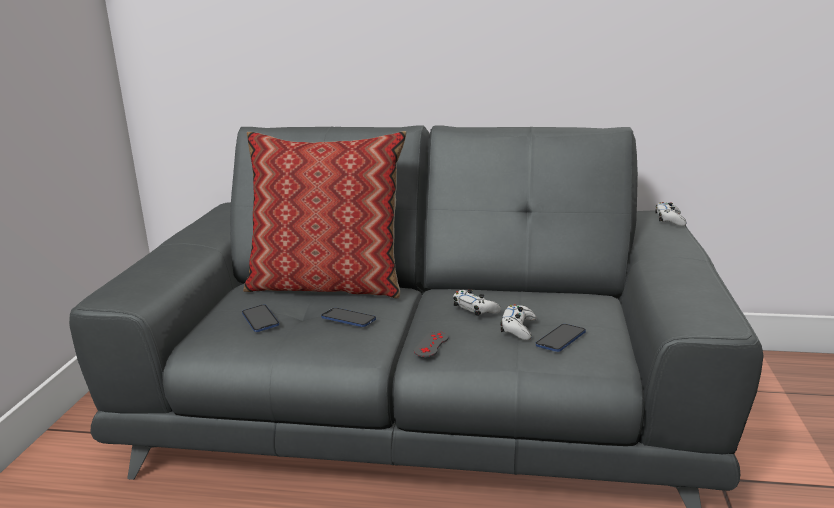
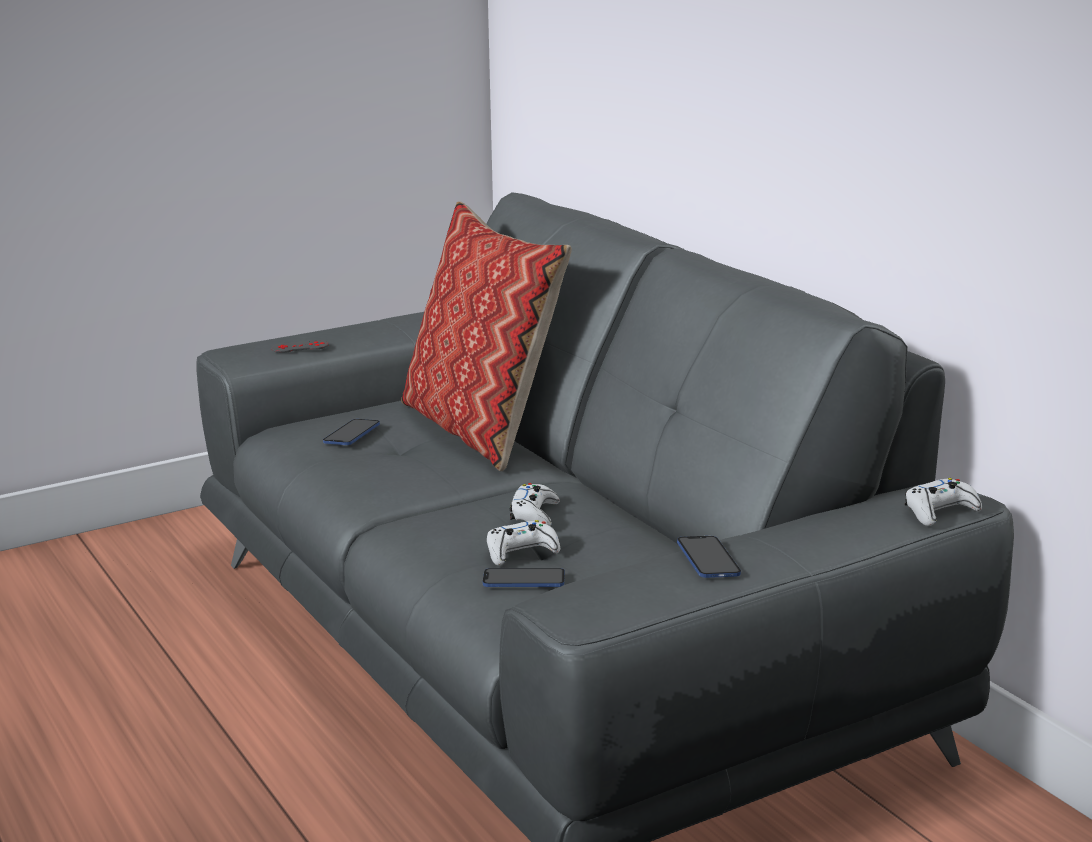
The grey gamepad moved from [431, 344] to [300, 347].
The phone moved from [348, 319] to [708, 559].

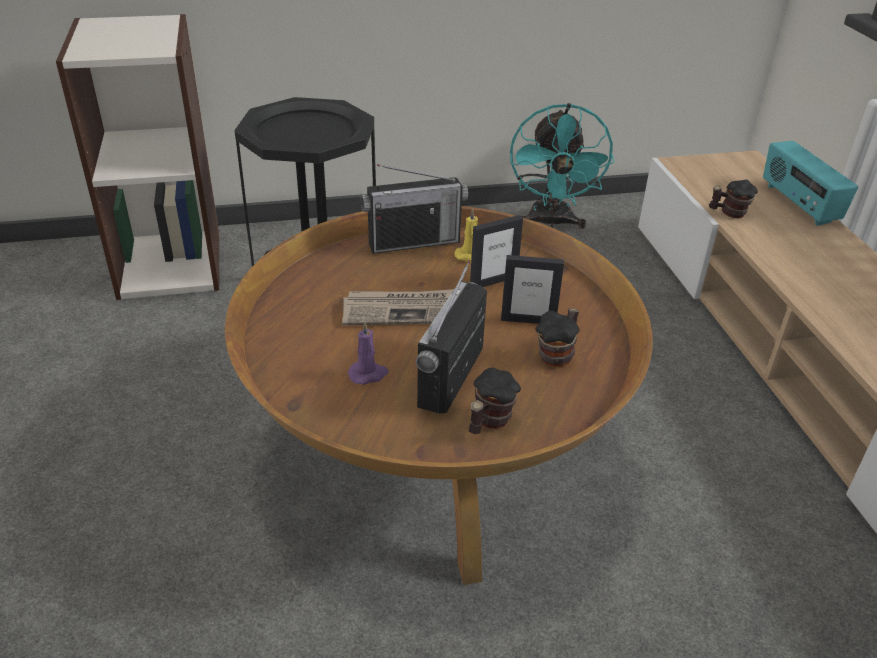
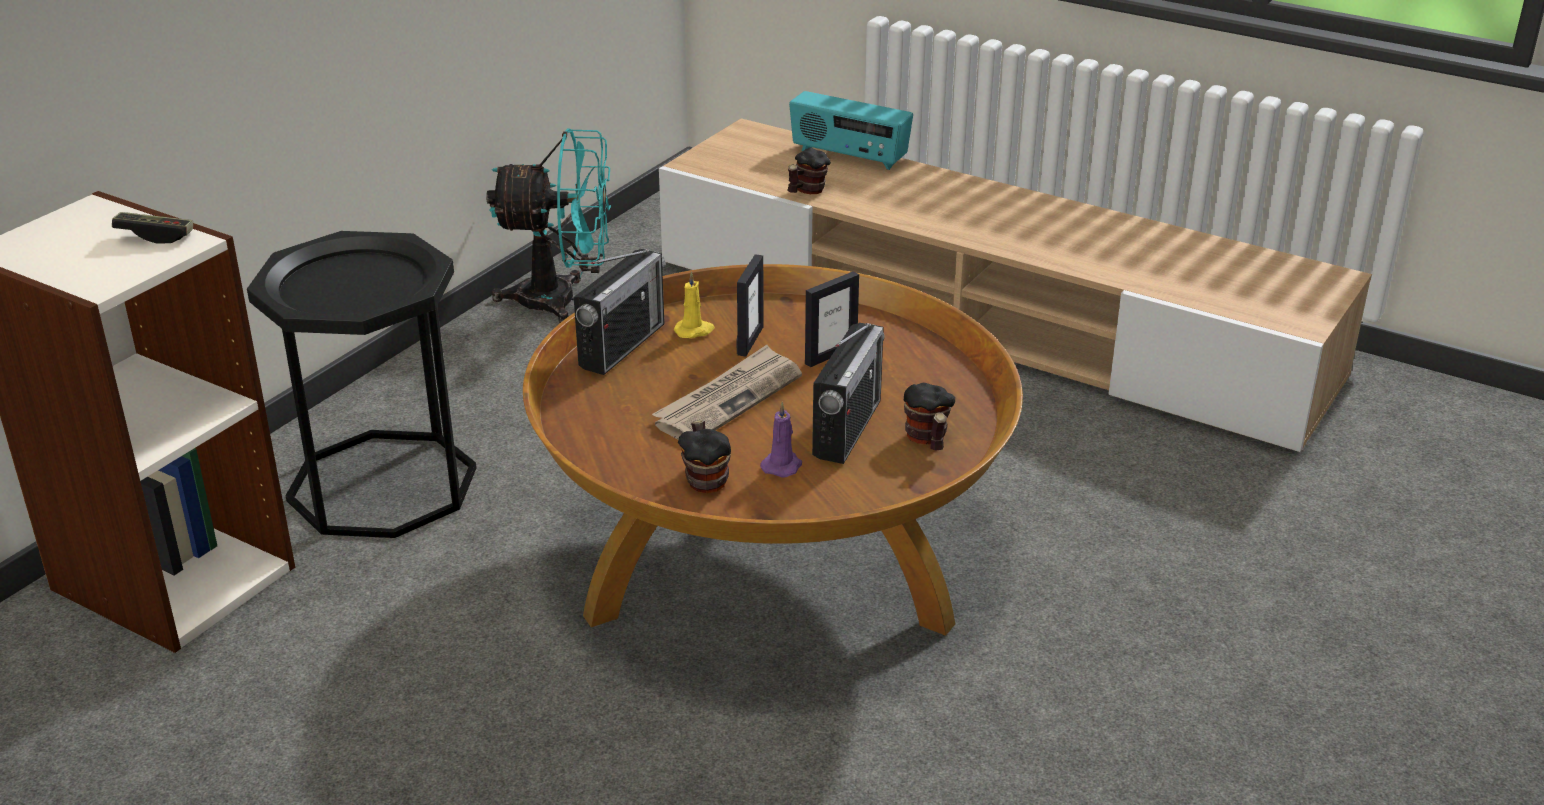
The gamepad at [155, 236] appeared.
The blue-green fan at [551, 223] turned 45 degrees counterclockwise.
The mug moved from [558, 354] to [705, 479].
The radio at [451, 377] turned 135 degrees counterclockwise.

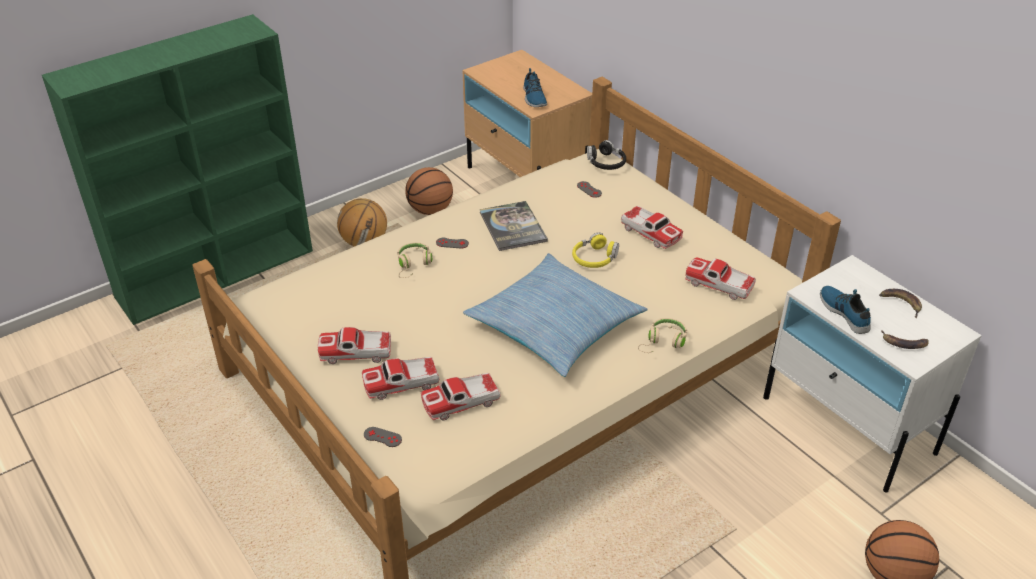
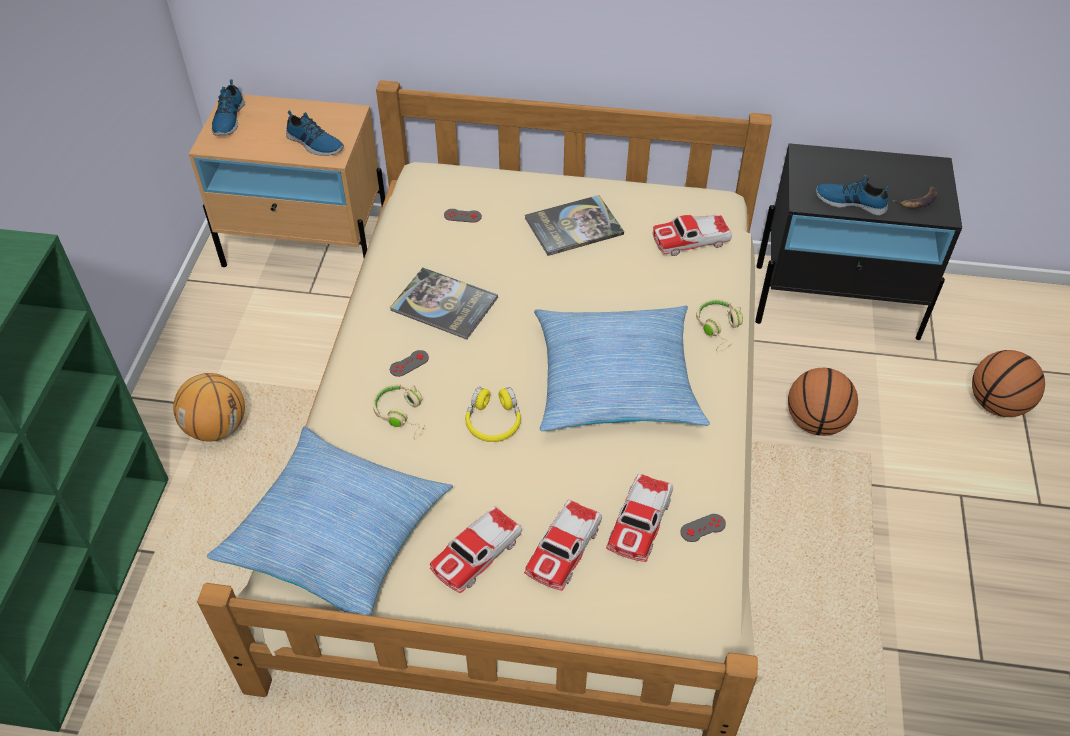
The throw pillow at [336, 534] appeared.
The shoe at [228, 119] appeared.
The yellowish headset moved from [594, 258] to [493, 421].
The miniature car at [650, 233] was replaced by the volume at [573, 226].
The grey gamepad moved from [382, 437] to [703, 528].
The white-coloured bedside table at [848, 425] became the blackish bedside table at [837, 301].
The basketball ball moved from [430, 210] to [815, 422].
The blackish headset at [606, 162] disappeared.
The banana fruit at [900, 303] disappeared.

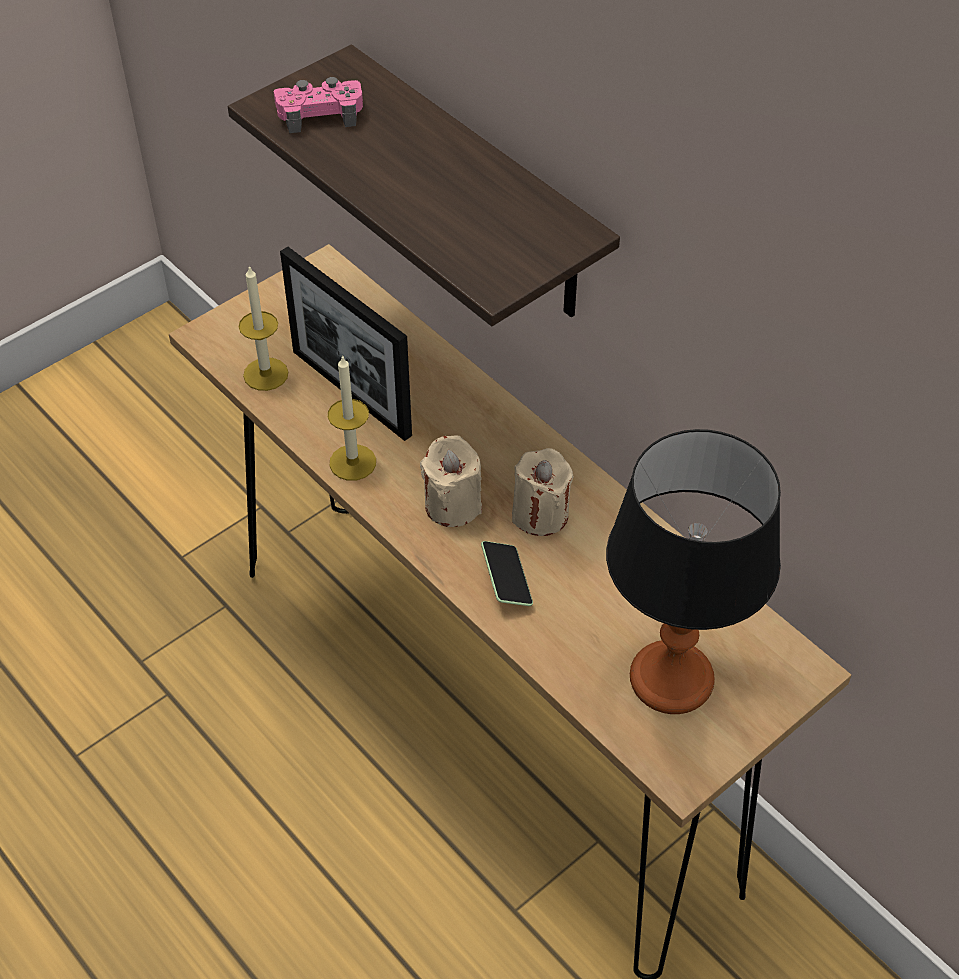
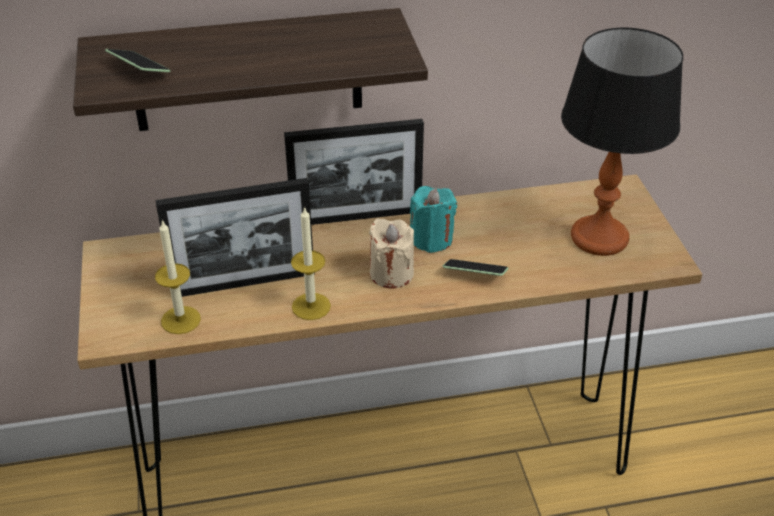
The pink gamepad at [320, 112] was replaced by the phone at [139, 70].
The standing frame at [356, 217] appeared.
The beige-coloured candle at [540, 514] became the blue-green candle at [431, 239].

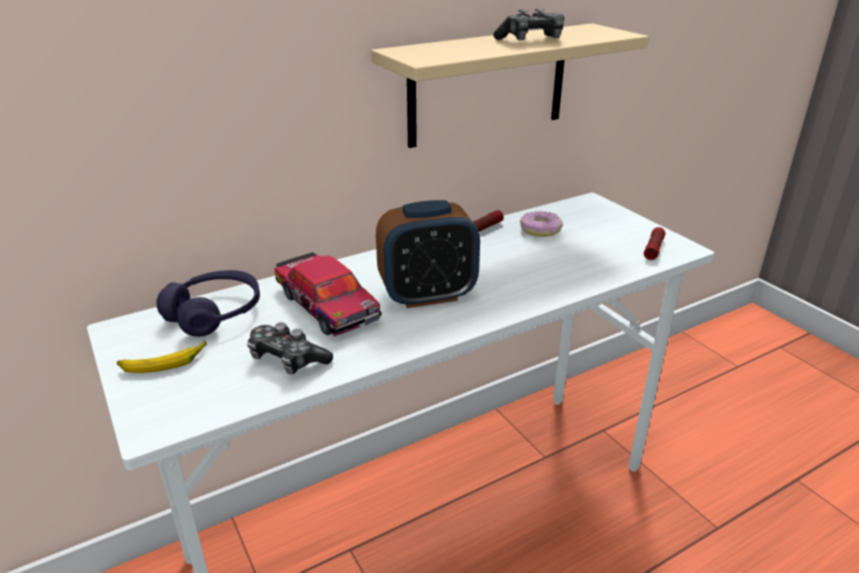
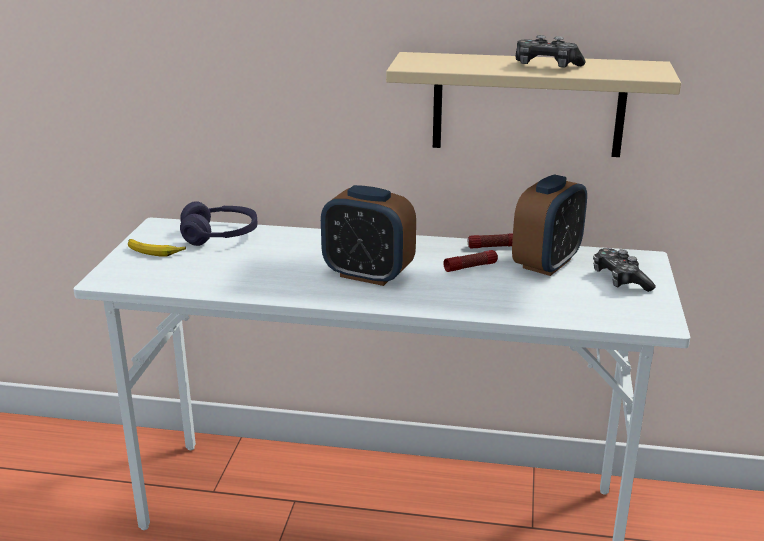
The torch moved from [653, 249] to [470, 267].
The ring doughnut at [540, 230] was replaced by the bedside clock at [547, 263].
The gamepad moved from [287, 359] to [620, 280].
The miniature car at [327, 304] disappeared.

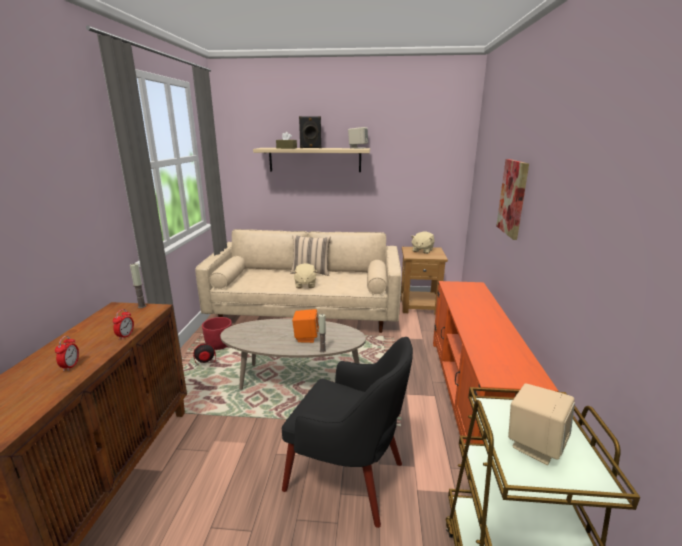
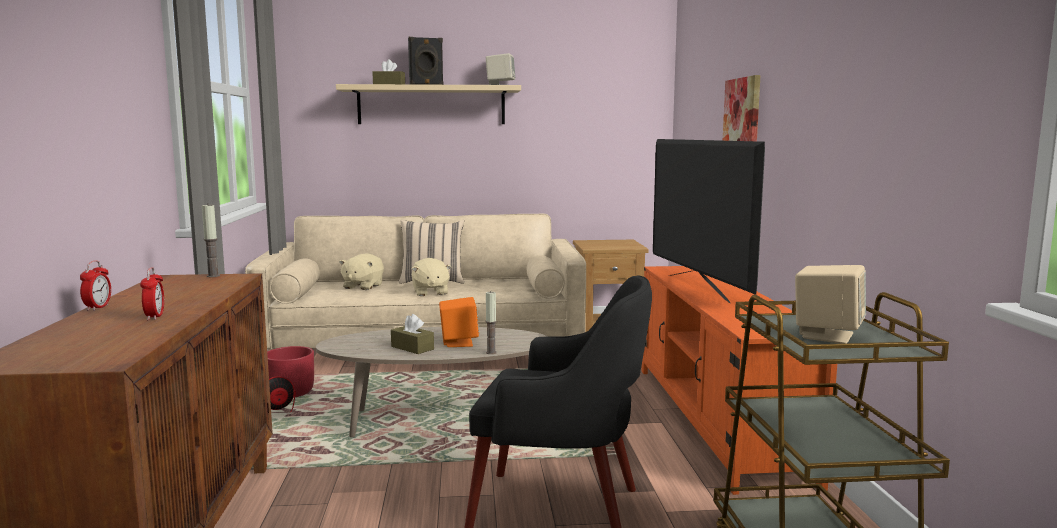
The bedside clock moved from [125, 336] to [98, 308].
The beige-coloured soft toy moved from [422, 250] to [362, 286].
The brown-coloured tissue box at [412, 348] appeared.
The TV at [698, 288] appeared.

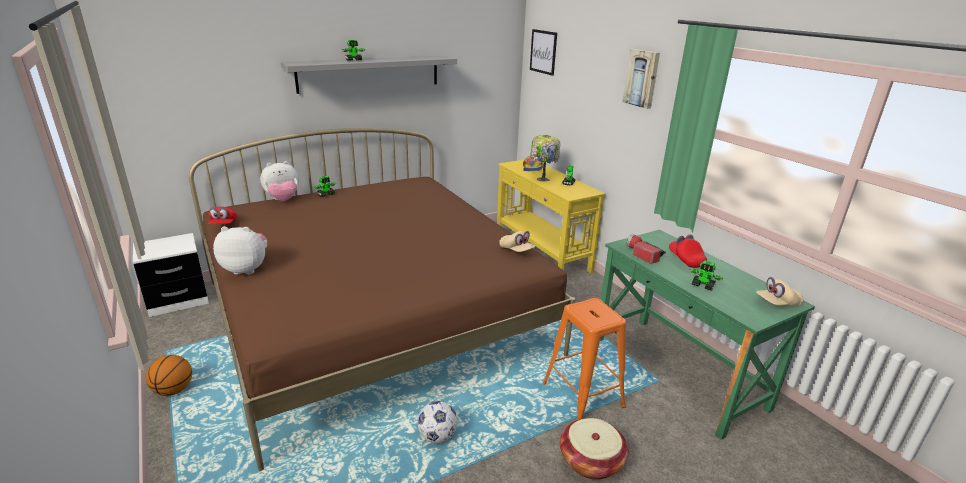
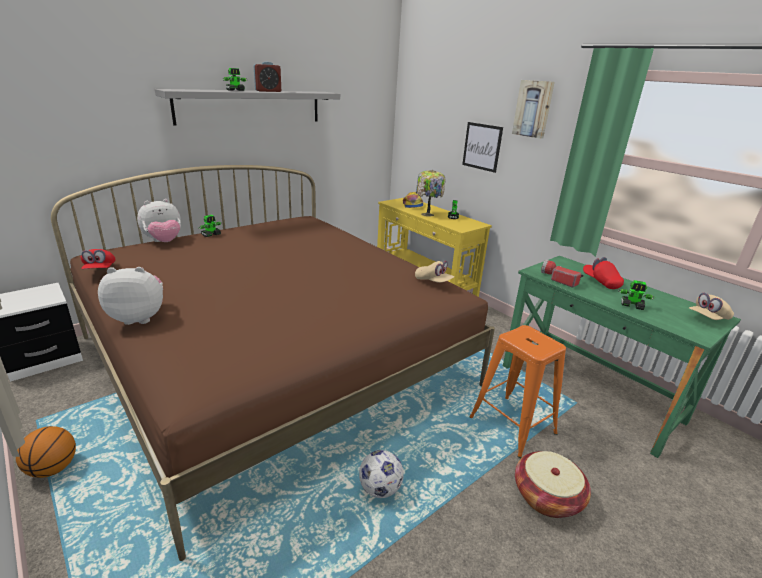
The bedside clock at [268, 91] appeared.
The picture moved from [543, 52] to [482, 146].

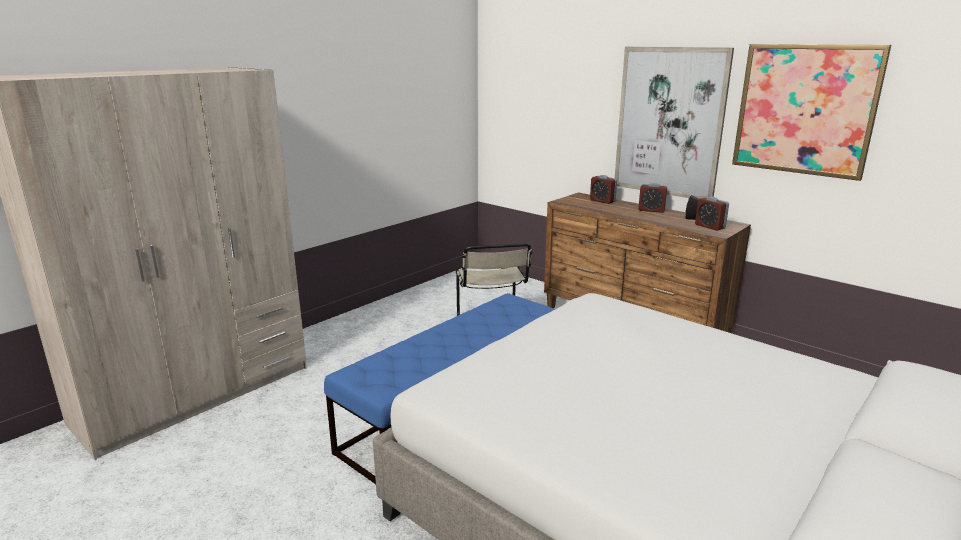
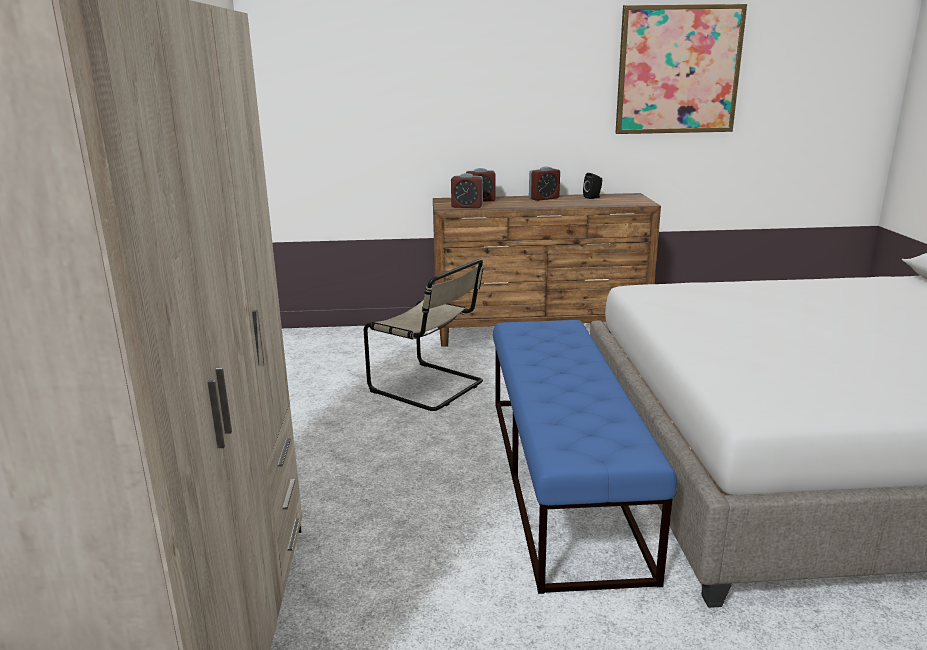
The bedside clock moved from [710, 226] to [467, 206].
The picture at [669, 122] disappeared.

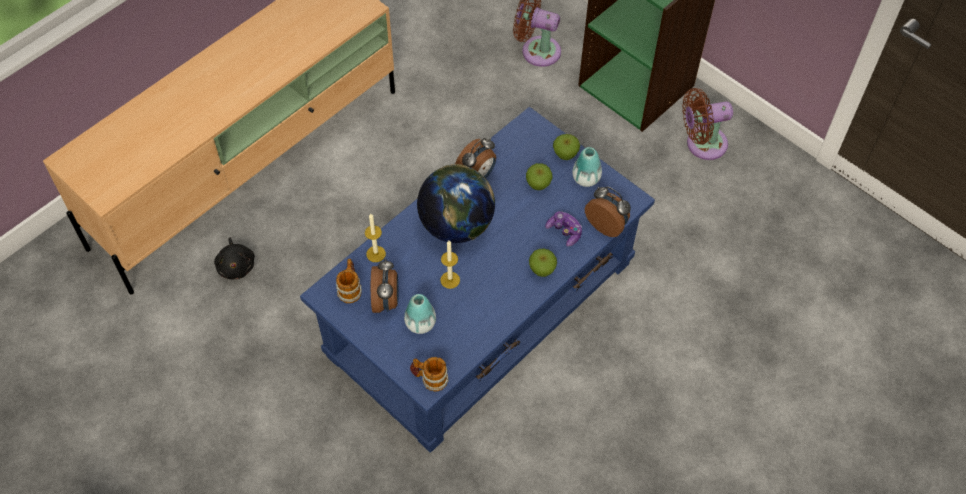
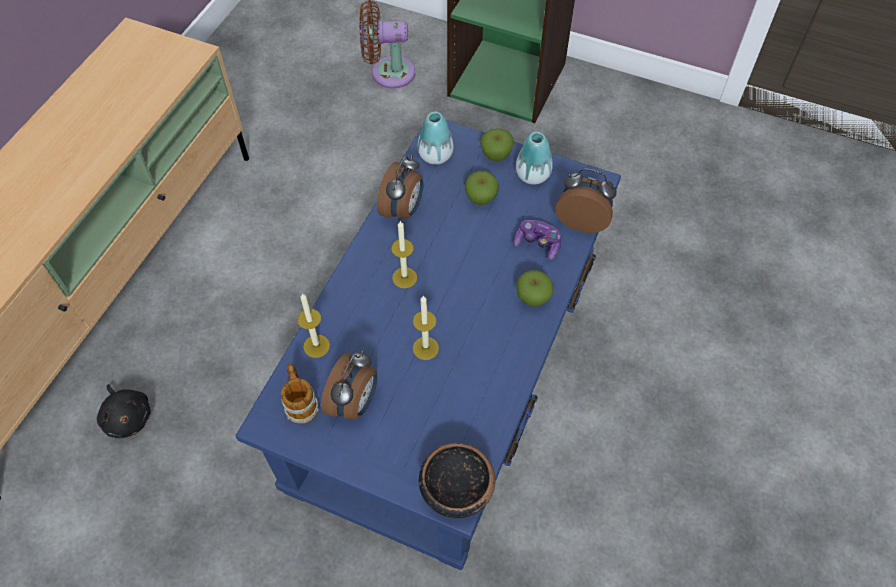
The bedside clock at [386, 300] turned 45 degrees clockwise.
The globe at [456, 225] was replaced by the candle at [404, 277].
The vase moved from [420, 323] to [435, 155].
The mug at [429, 379] was replaced by the serving bowl at [456, 489].
The brown-coloured fan at [702, 144] disappeared.

